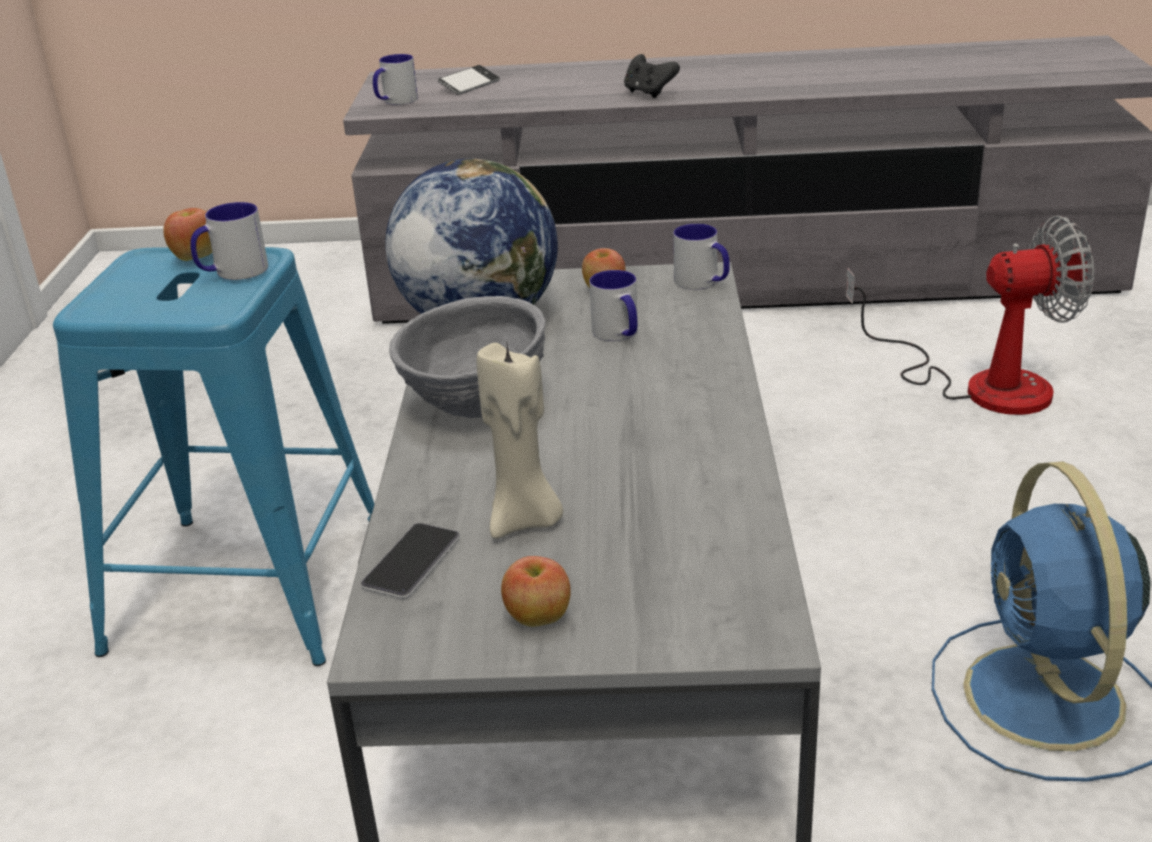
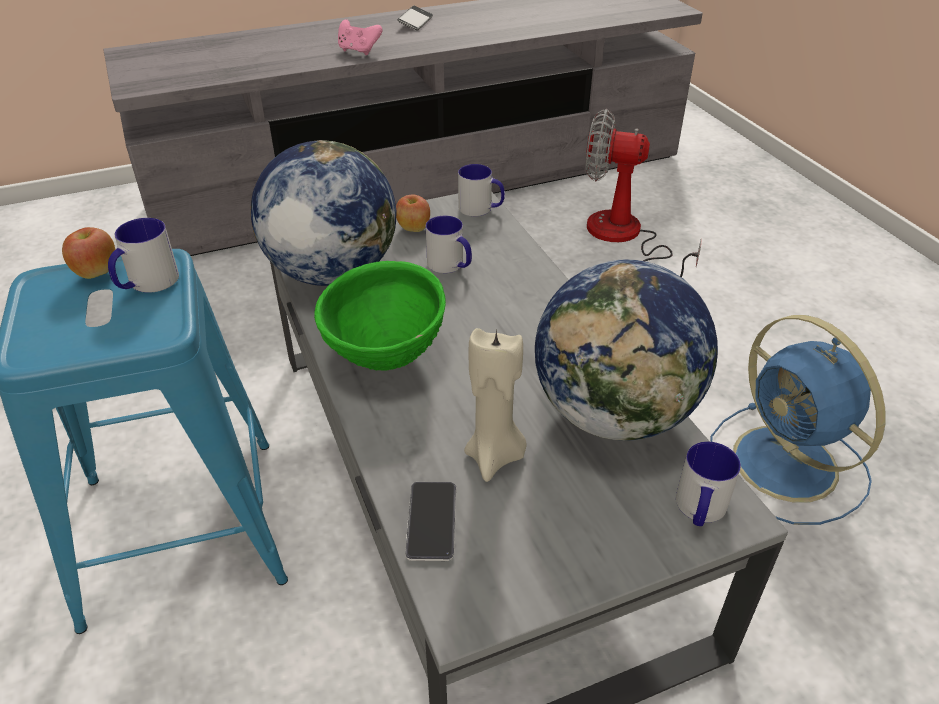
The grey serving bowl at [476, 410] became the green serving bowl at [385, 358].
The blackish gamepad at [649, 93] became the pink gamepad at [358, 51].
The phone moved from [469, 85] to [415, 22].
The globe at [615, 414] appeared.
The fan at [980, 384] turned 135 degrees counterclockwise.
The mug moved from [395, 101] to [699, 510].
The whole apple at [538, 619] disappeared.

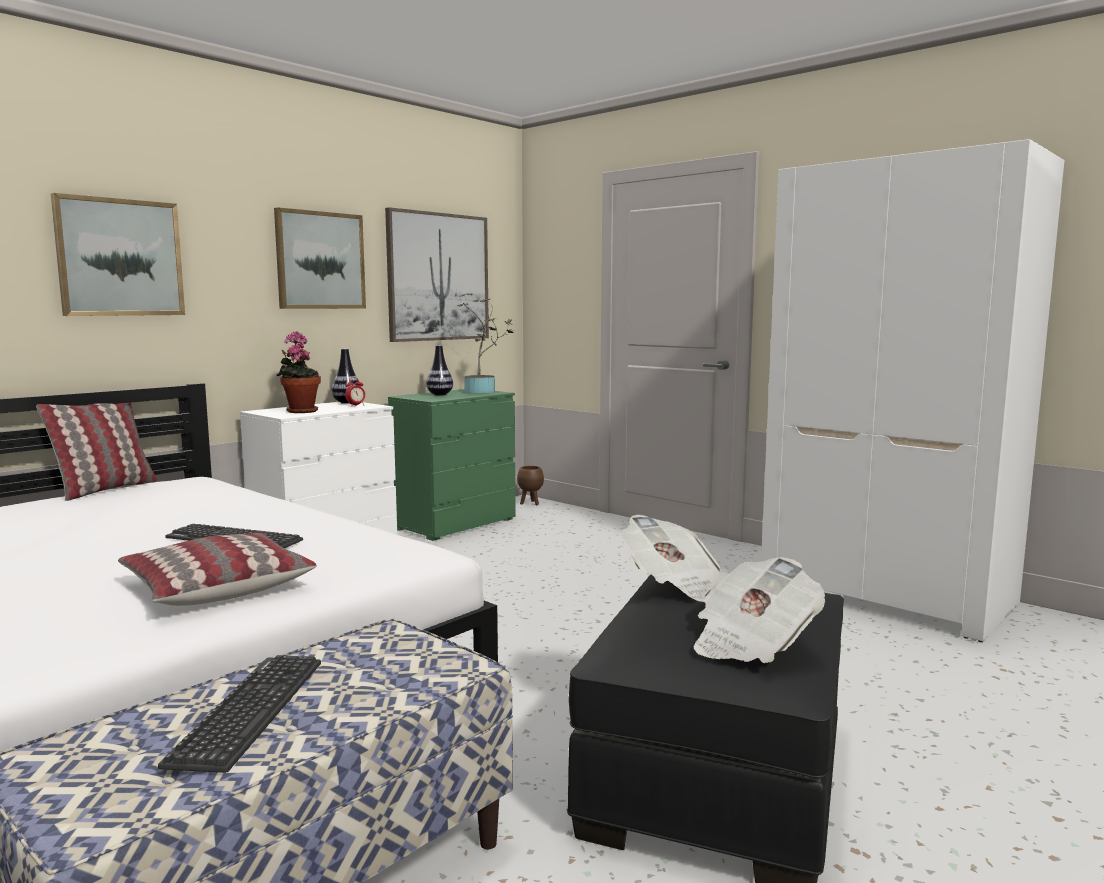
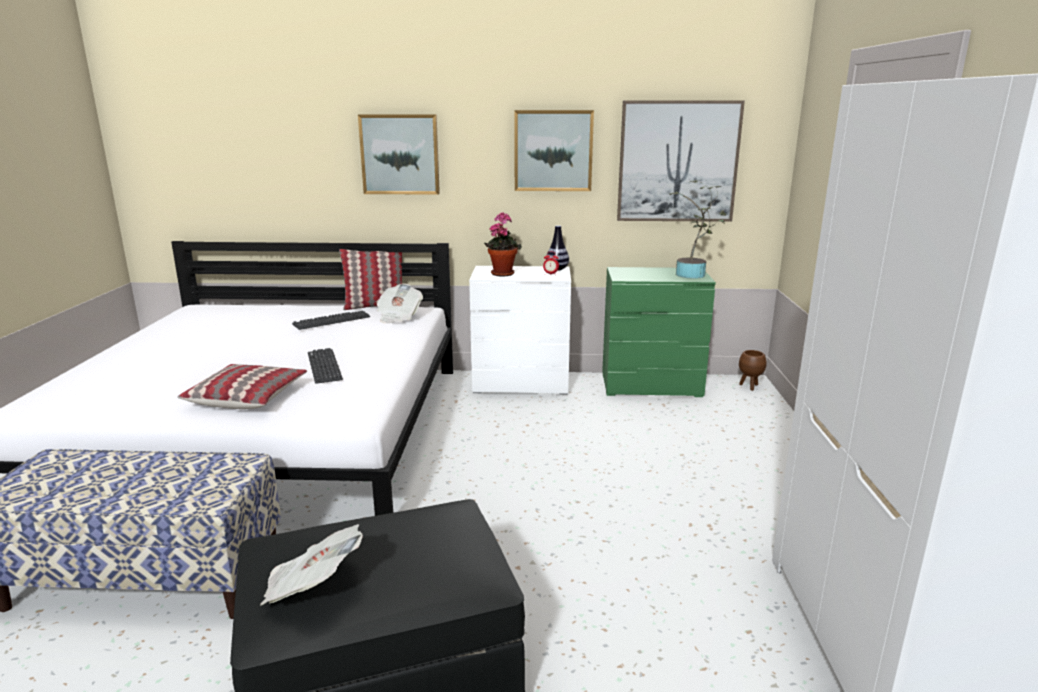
The keyboard moved from [249, 710] to [331, 321].
The newspaper moved from [673, 584] to [398, 316].
The vase at [439, 395] disappeared.

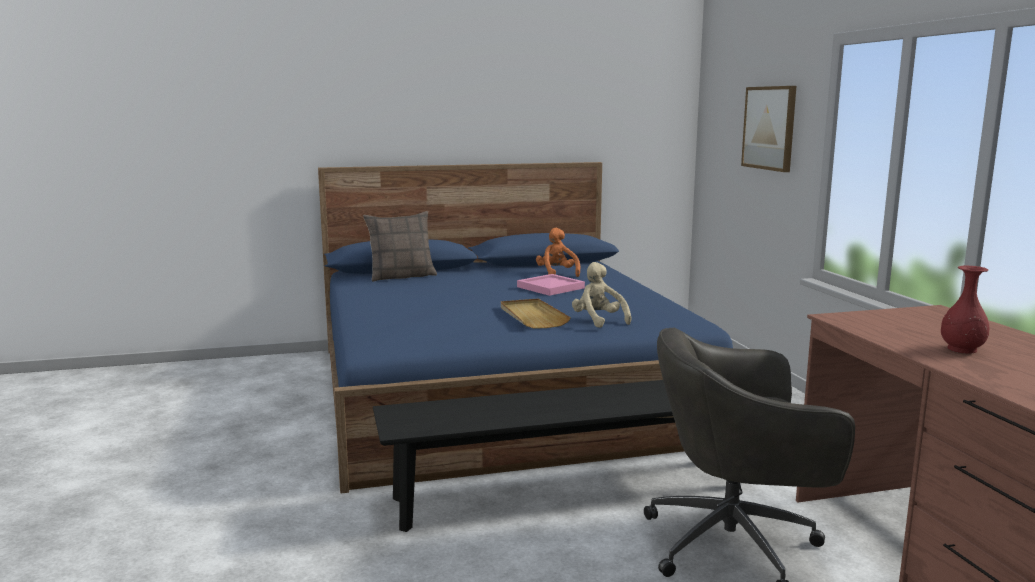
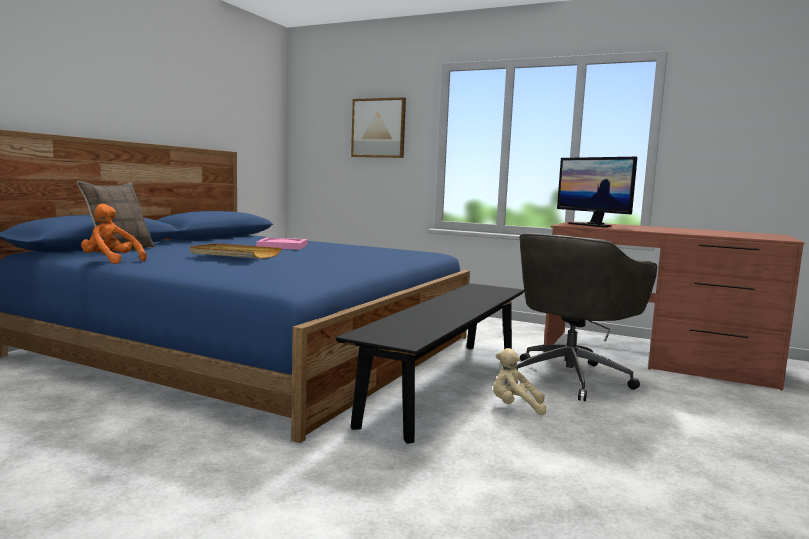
The orange soft toy moved from [557, 274] to [111, 261].
The beige-coloured carrying tray moved from [532, 316] to [234, 254].
The beige-coloured soft toy moved from [598, 321] to [515, 407].
The monitor at [593, 225] appeared.
The red-coloured vase at [961, 349] disappeared.

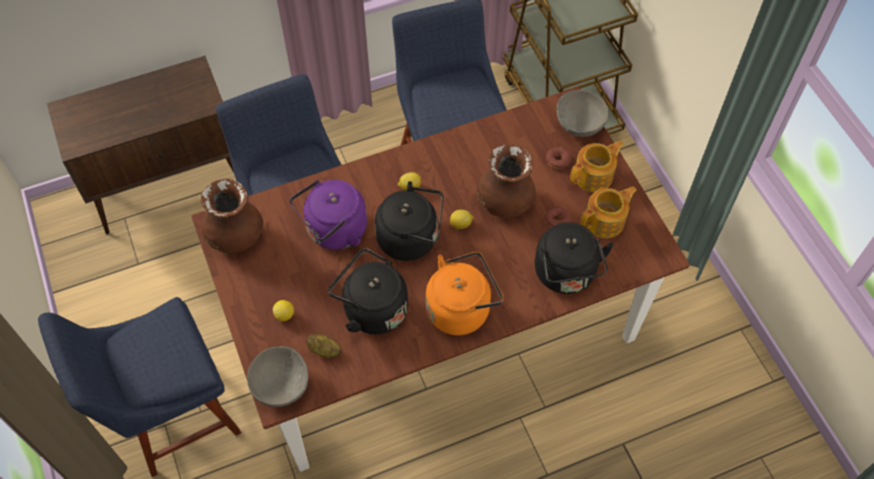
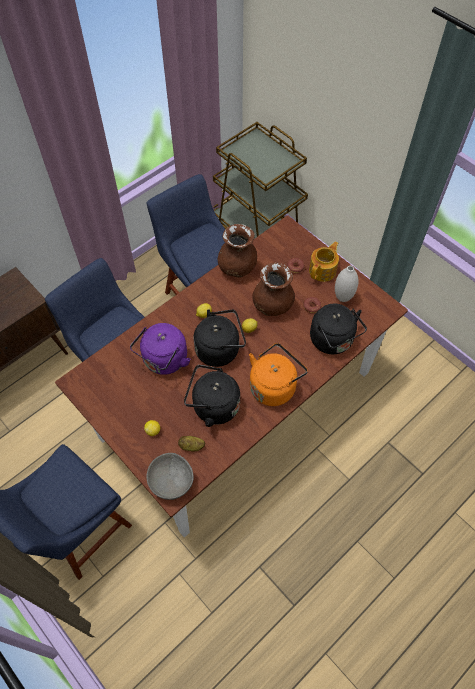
The brown-coloured vase moved from [236, 237] to [237, 268].
The pot for tea at [605, 221] was replaced by the white-coloured vase at [343, 297].
The grey serving bowl at [579, 125] disappeared.

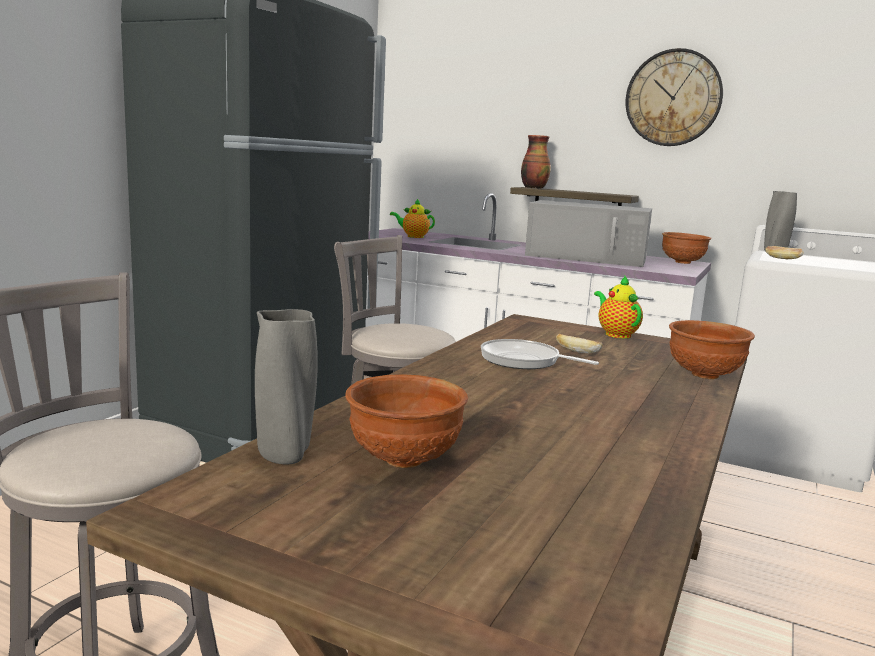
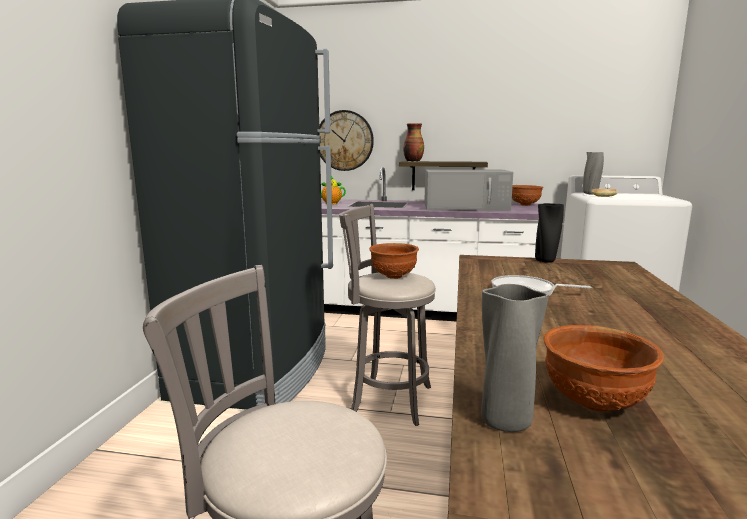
The hanging clock moved from [673, 98] to [344, 140].
The brown-coloured serving bowl moved from [703, 375] to [393, 276].
The pot for tea at [616, 334] was replaced by the blackish vase at [545, 261].
The bakery bread at [577, 352] disappeared.

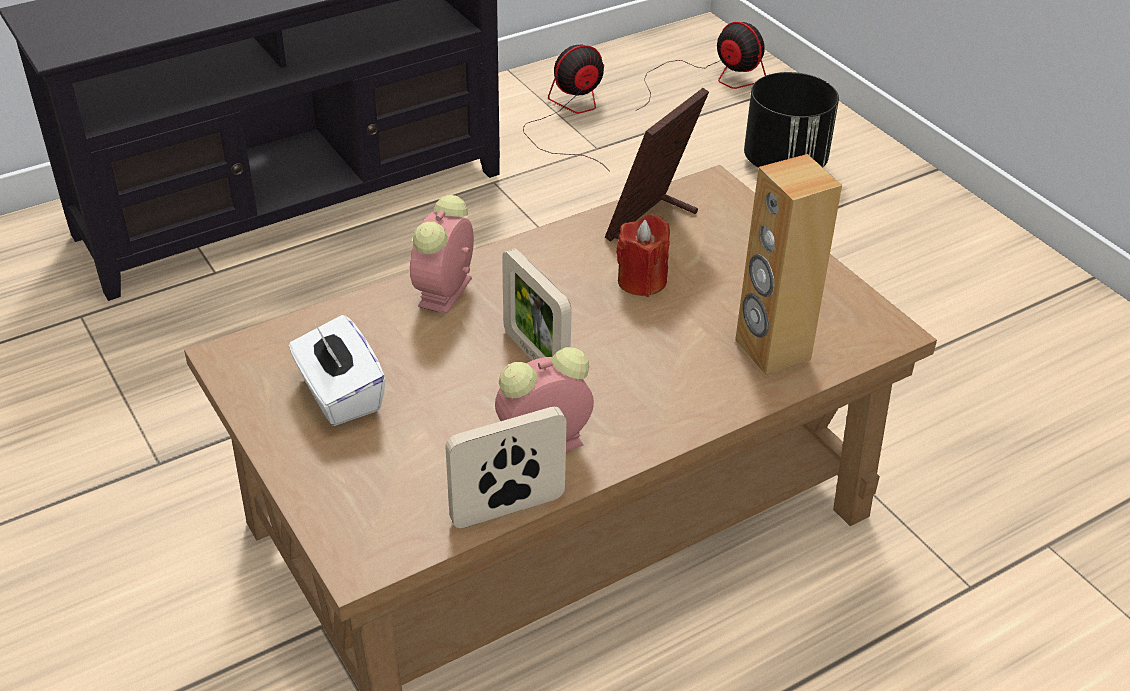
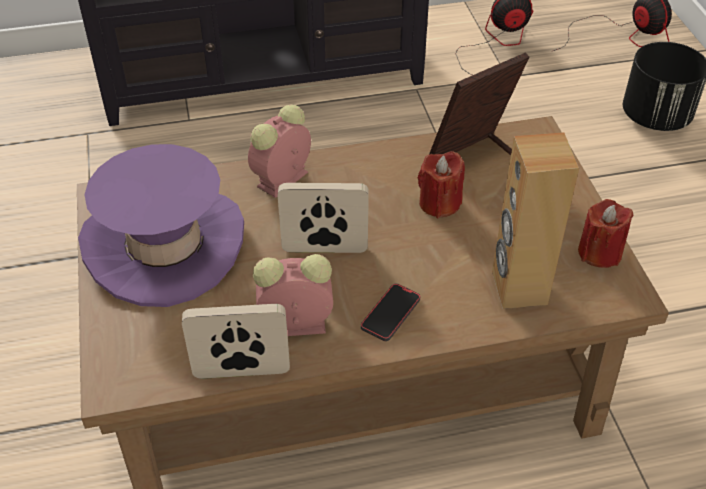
The white-coloured tissue box at [339, 395] was replaced by the purple clothing hat at [165, 245].
The standing frame at [535, 357] turned 105 degrees clockwise.
The phone at [390, 314] appeared.
The red-coloured candle at [599, 252] appeared.

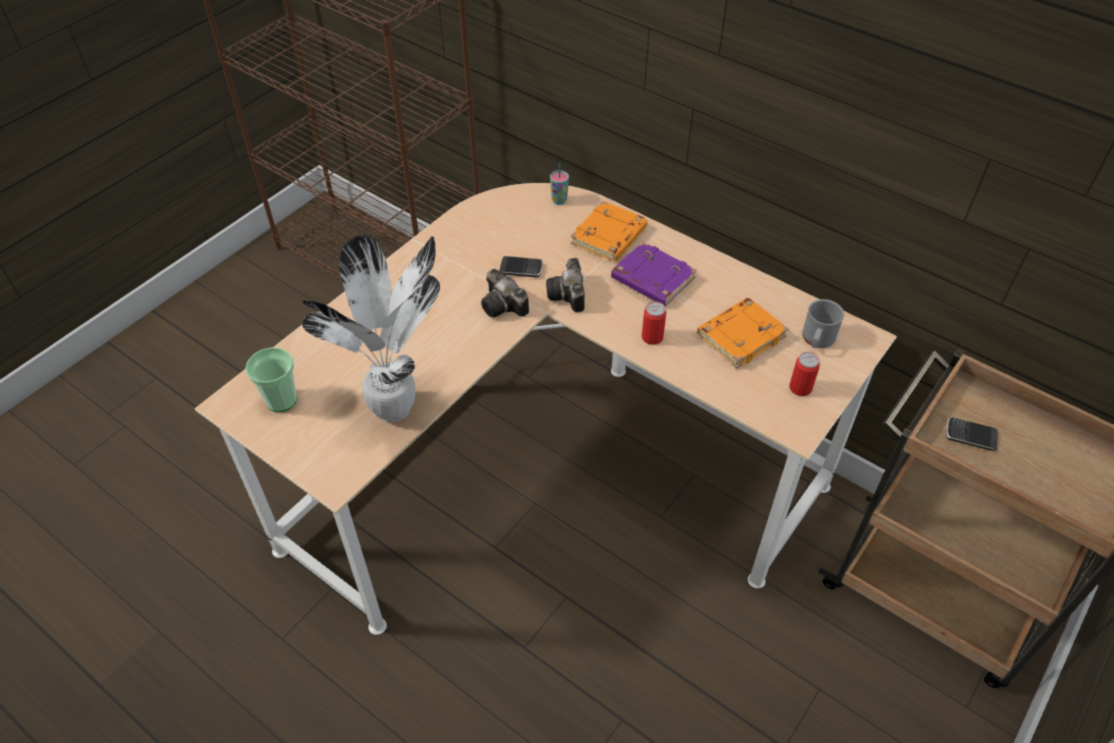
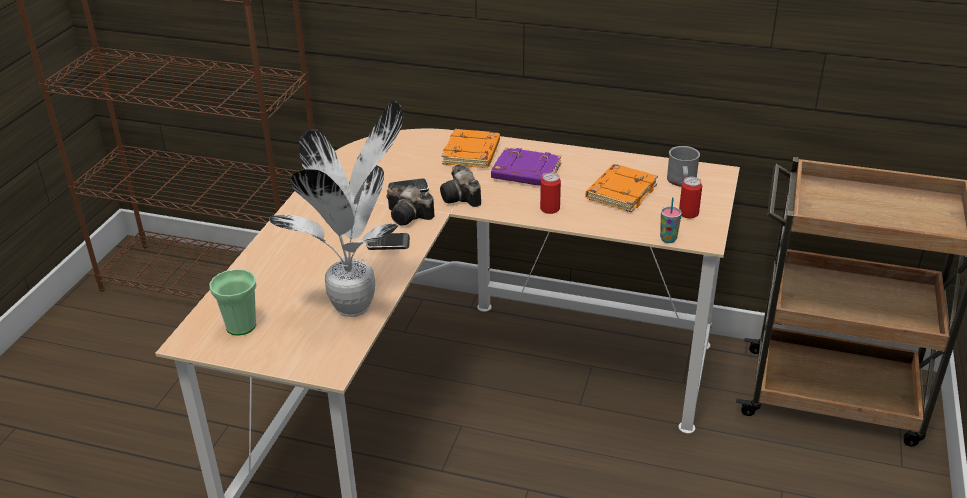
The phone moved from [970, 436] to [388, 244].
The small cup moved from [559, 200] to [668, 239].

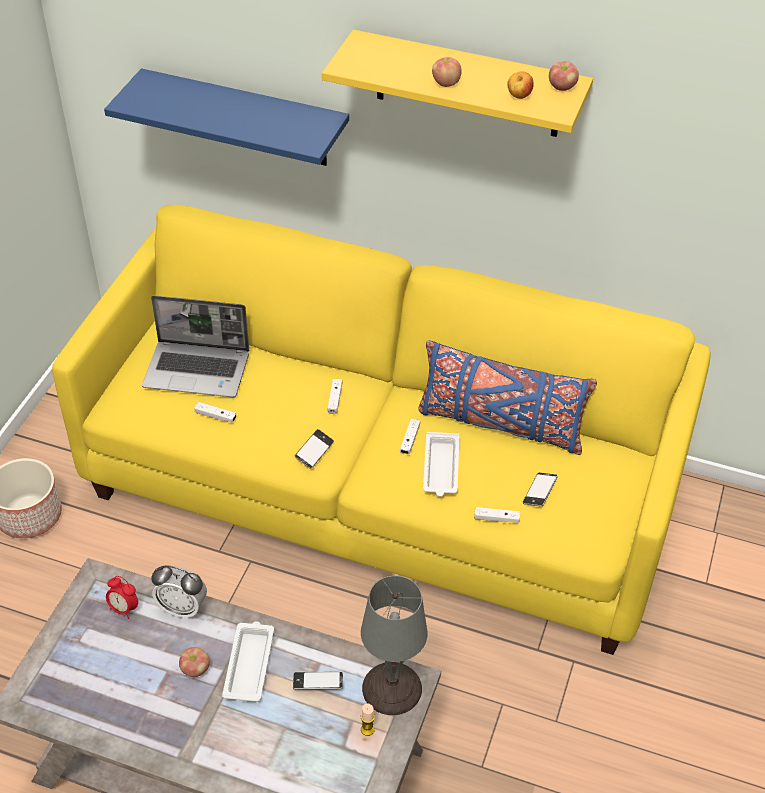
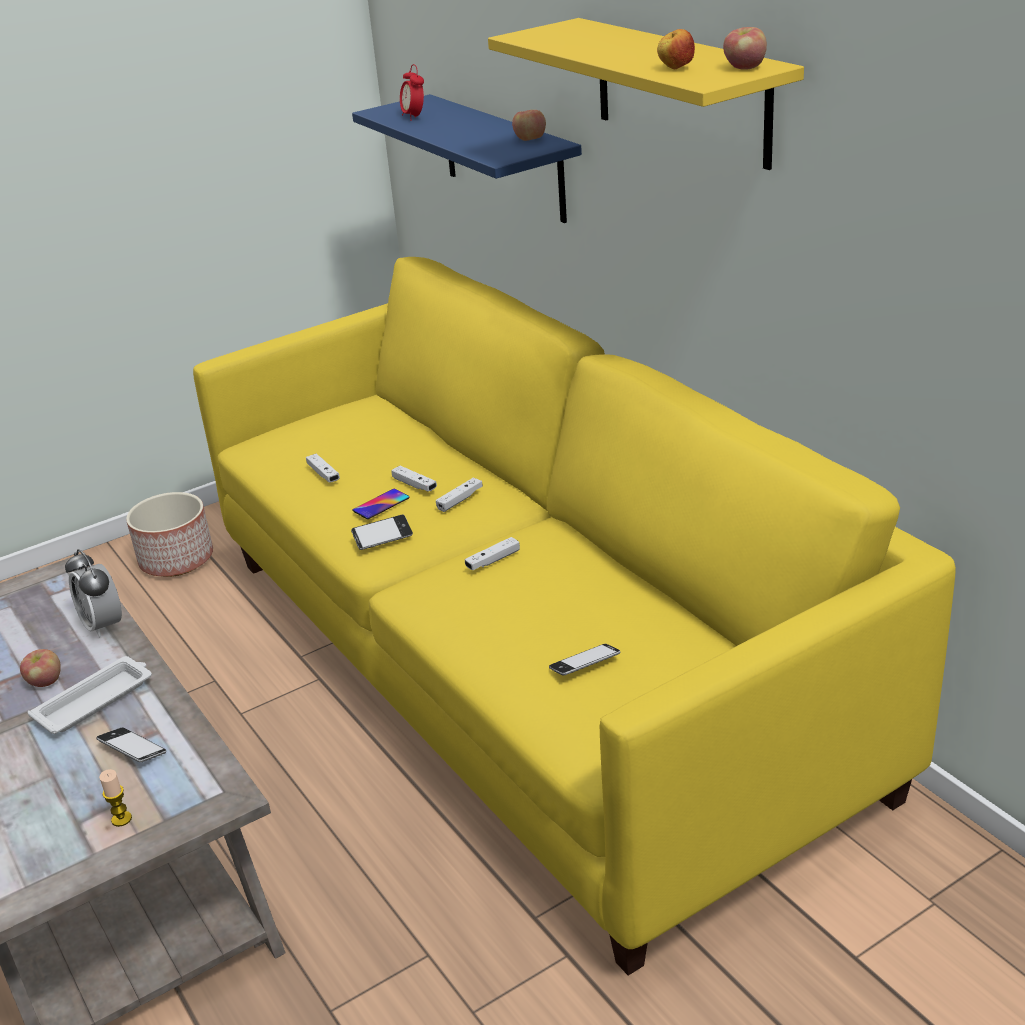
The phone at [381, 504] appeared.
The white-coloured gamepad moved from [496, 518] to [414, 485].
The bedside clock moved from [124, 609] to [414, 117].
The whole apple moved from [445, 83] to [530, 139].
The notebook computer at [198, 370] disappeared.
The grey tabletop lamp at [393, 688] disappeared.
The blue throw pillow at [500, 424] disappeared.
The white-coloured carrying tray at [441, 468] disappeared.

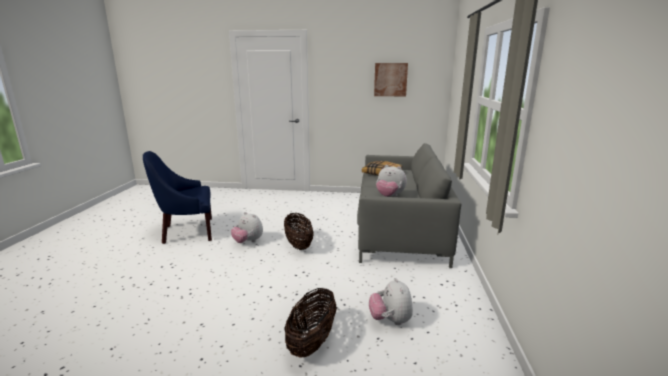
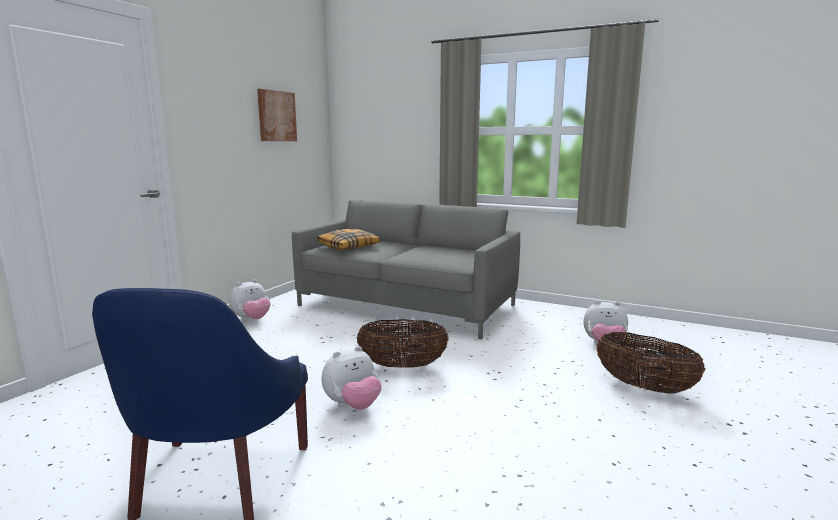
The soft toy moved from [389, 196] to [252, 319].

